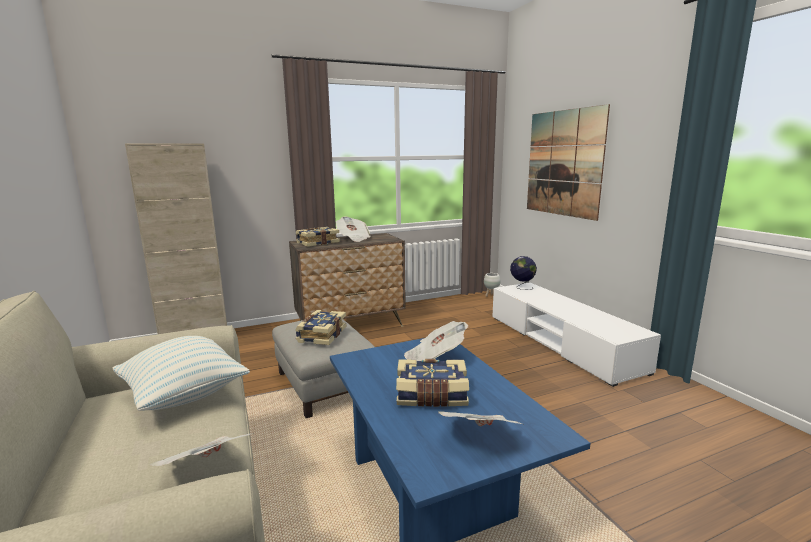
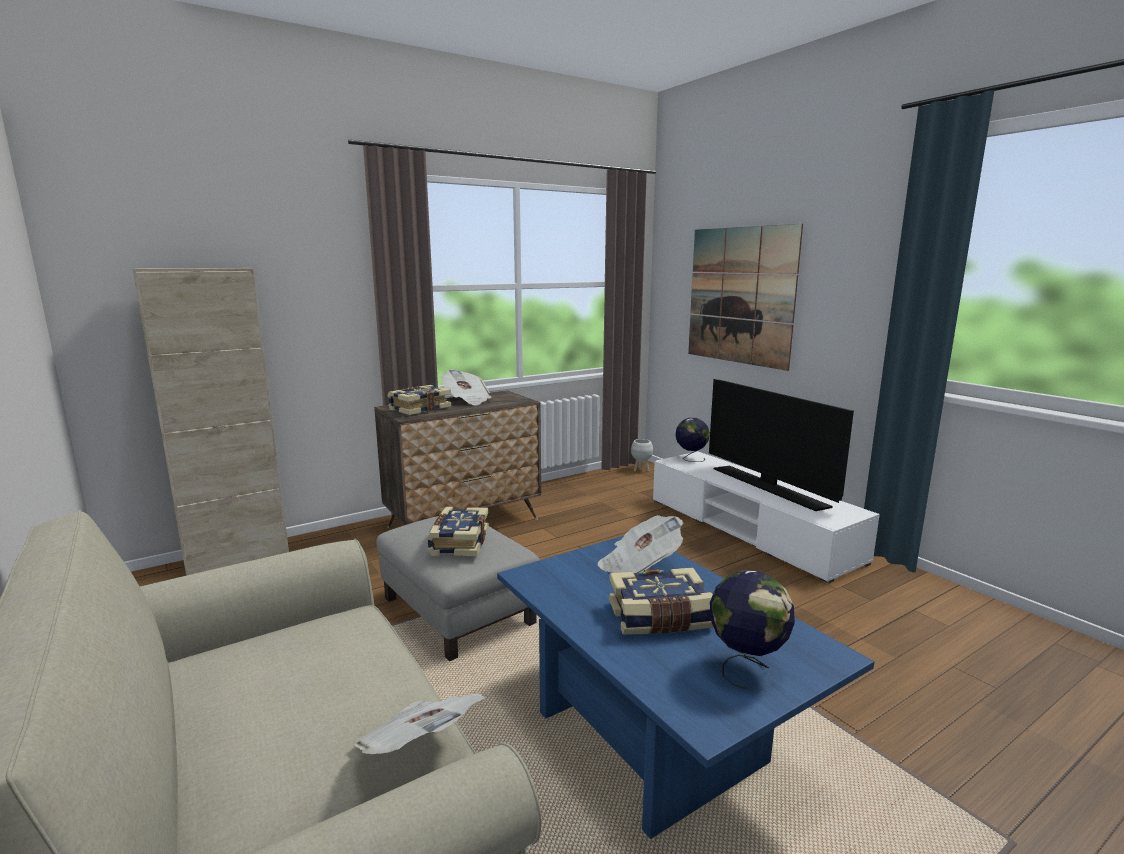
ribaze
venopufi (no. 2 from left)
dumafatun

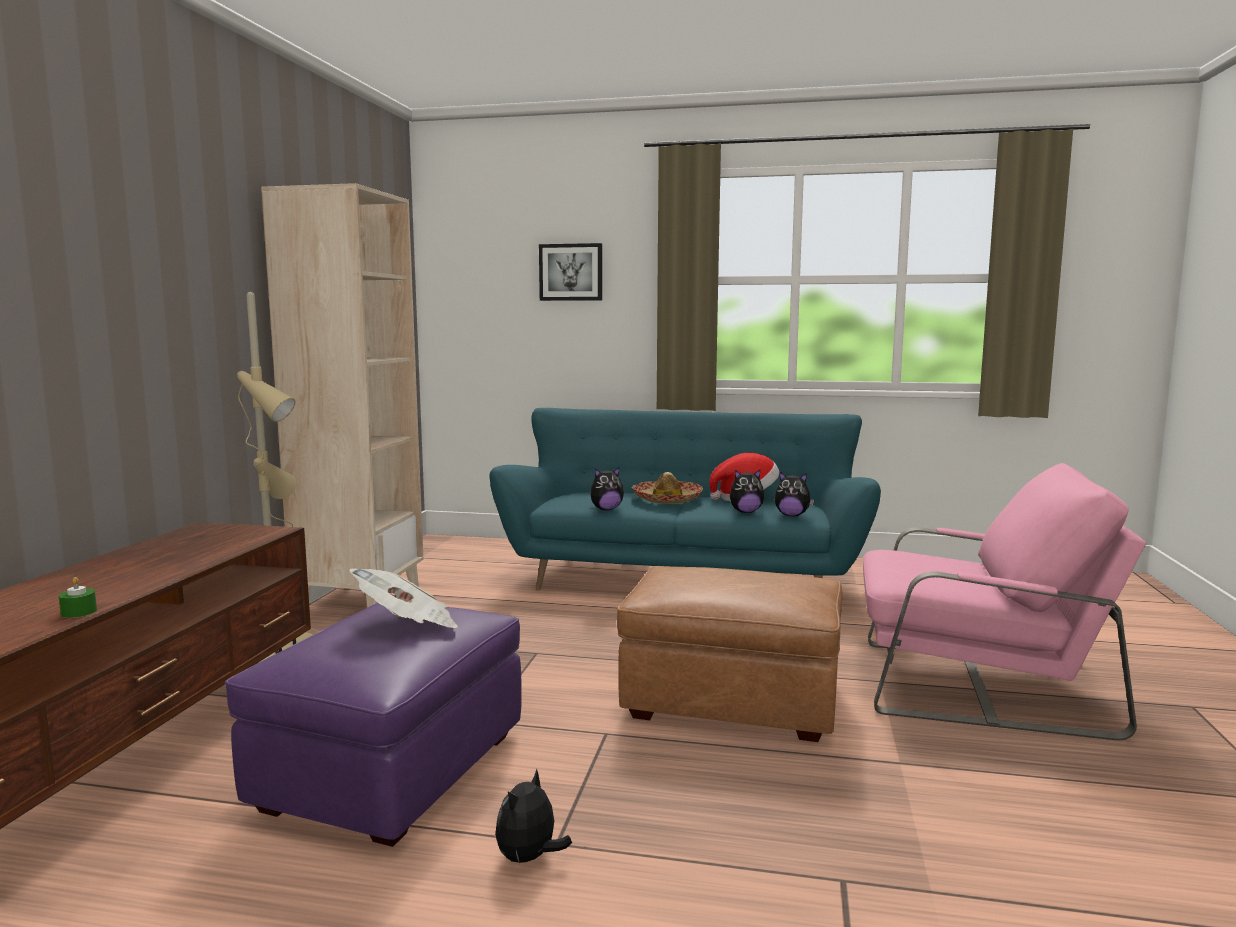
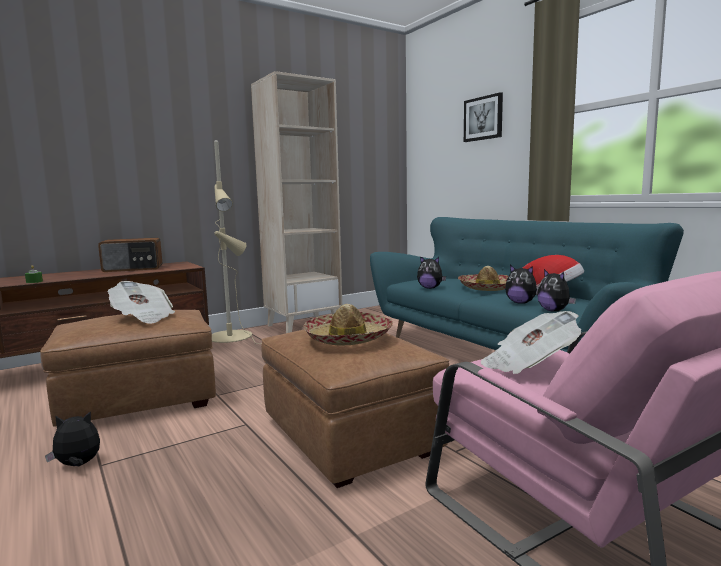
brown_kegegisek (no. 1 from left)
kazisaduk
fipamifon (no. 1 from left)
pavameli (no. 2 from left)

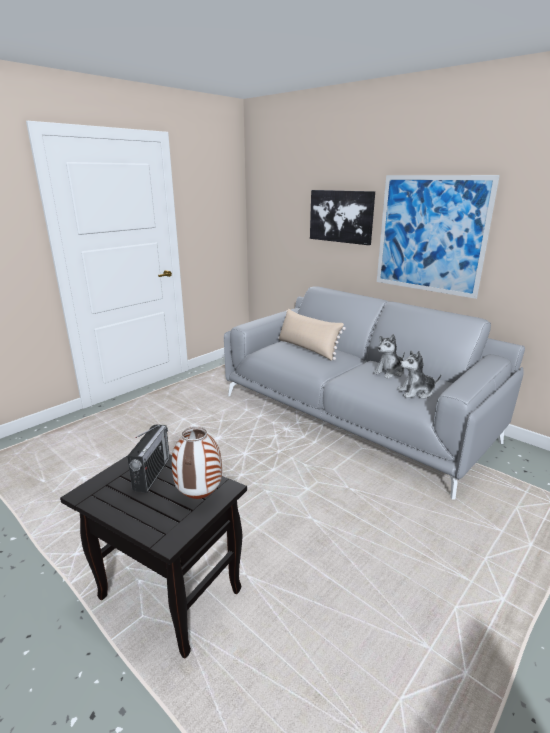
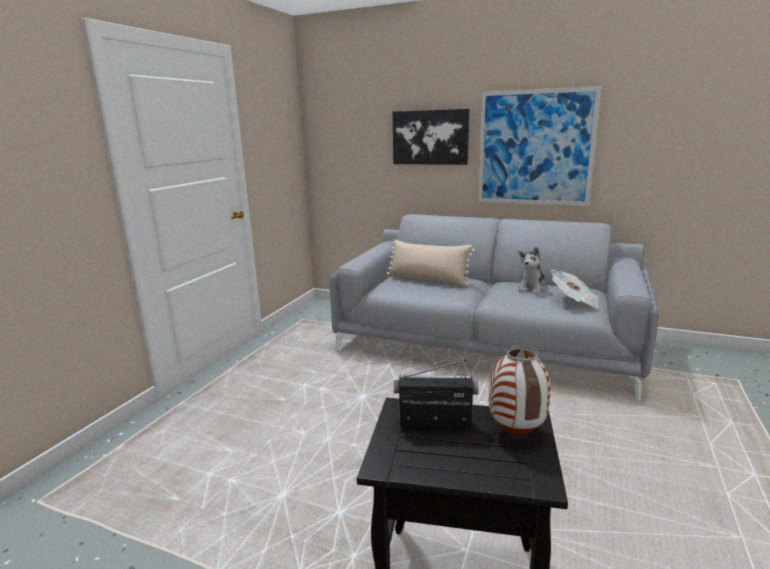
pavameli
kazisaduk

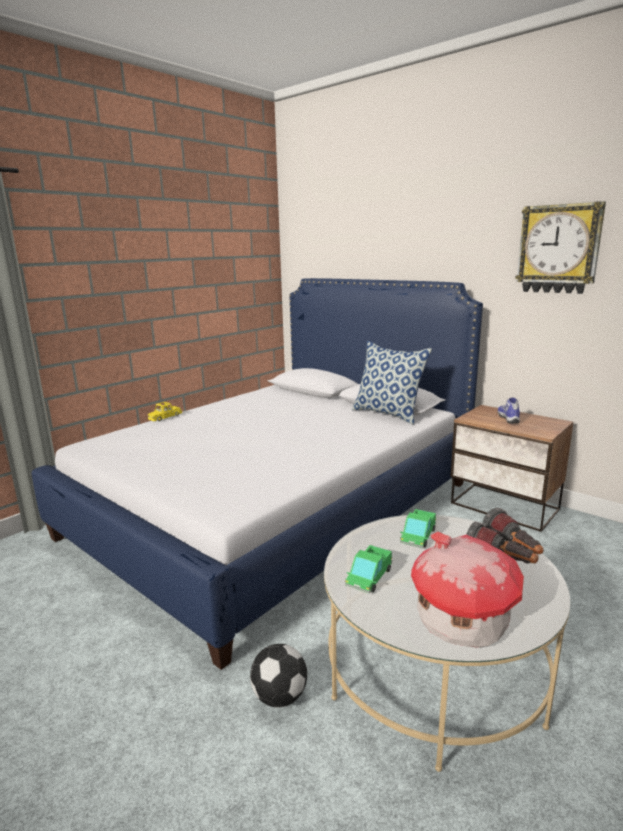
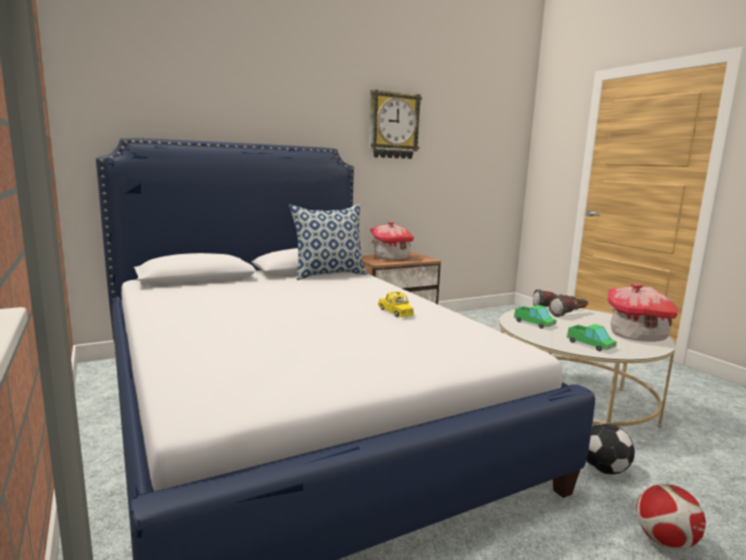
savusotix (no. 1 from left)
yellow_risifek
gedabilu (no. 2 from left)

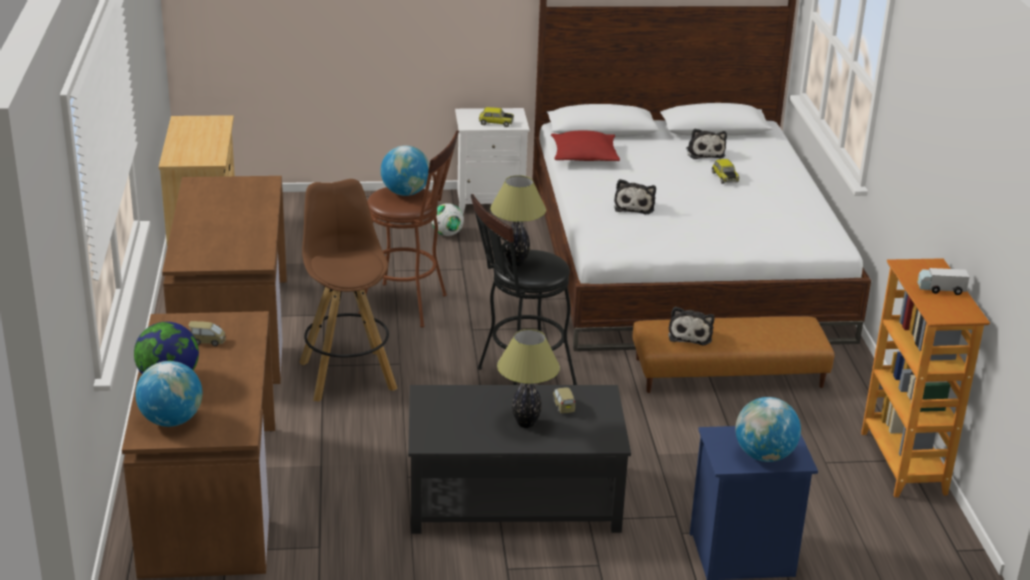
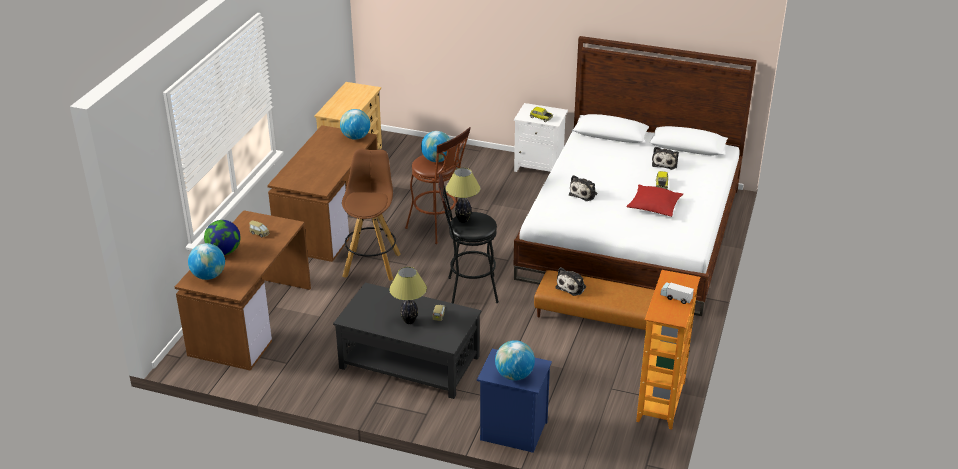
red_ribaze
gedabilu
venopufi (no. 3 from left)

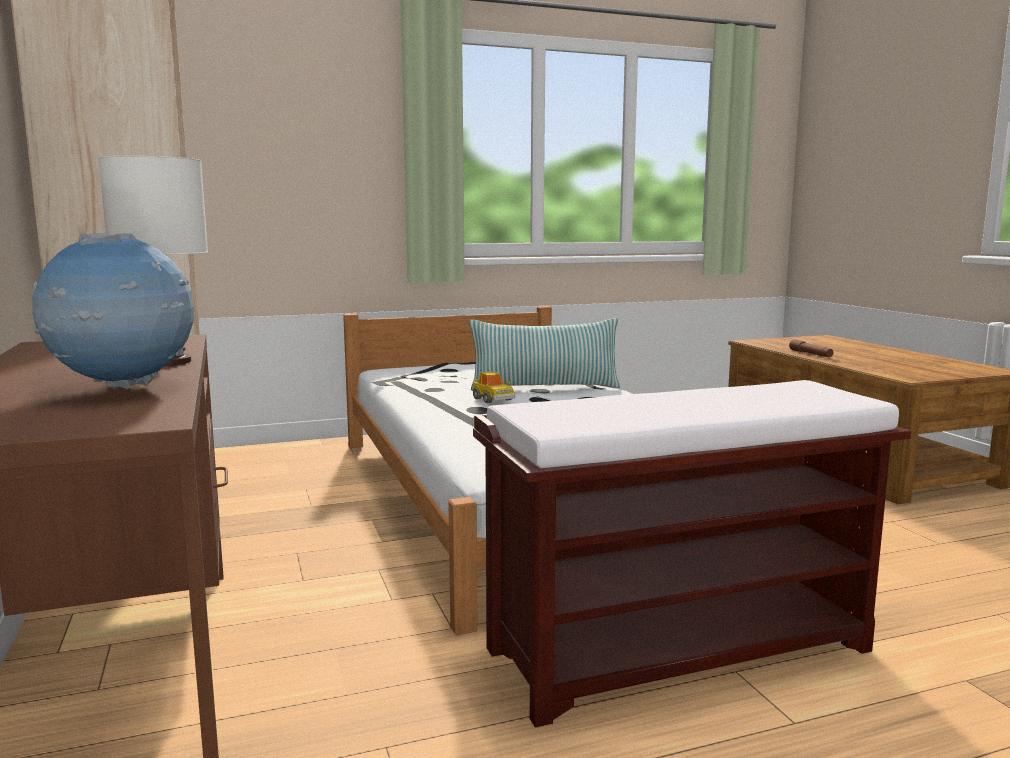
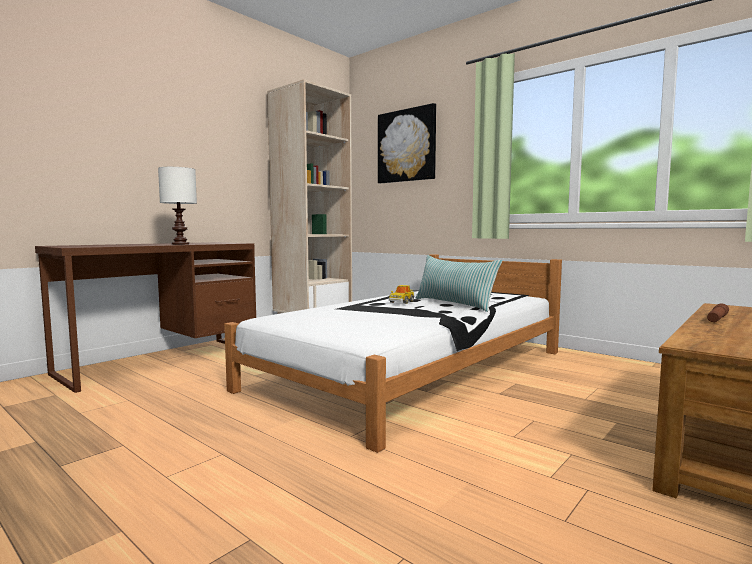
venopufi
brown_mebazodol
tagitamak

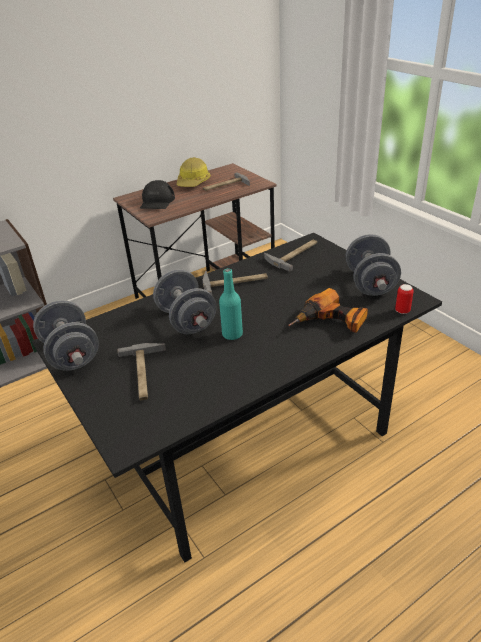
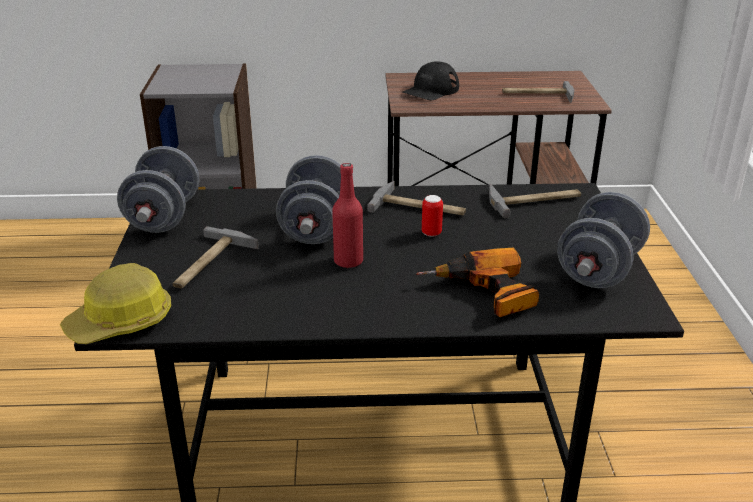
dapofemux
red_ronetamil
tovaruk

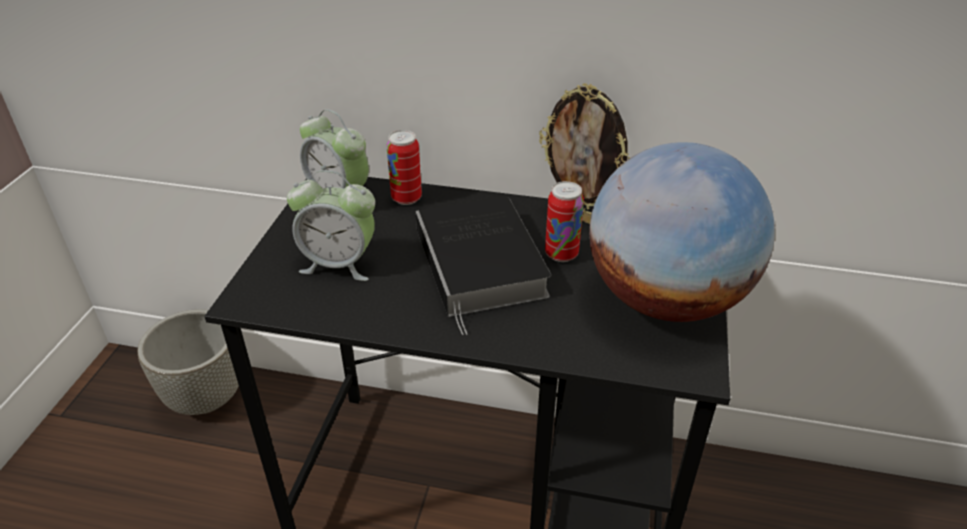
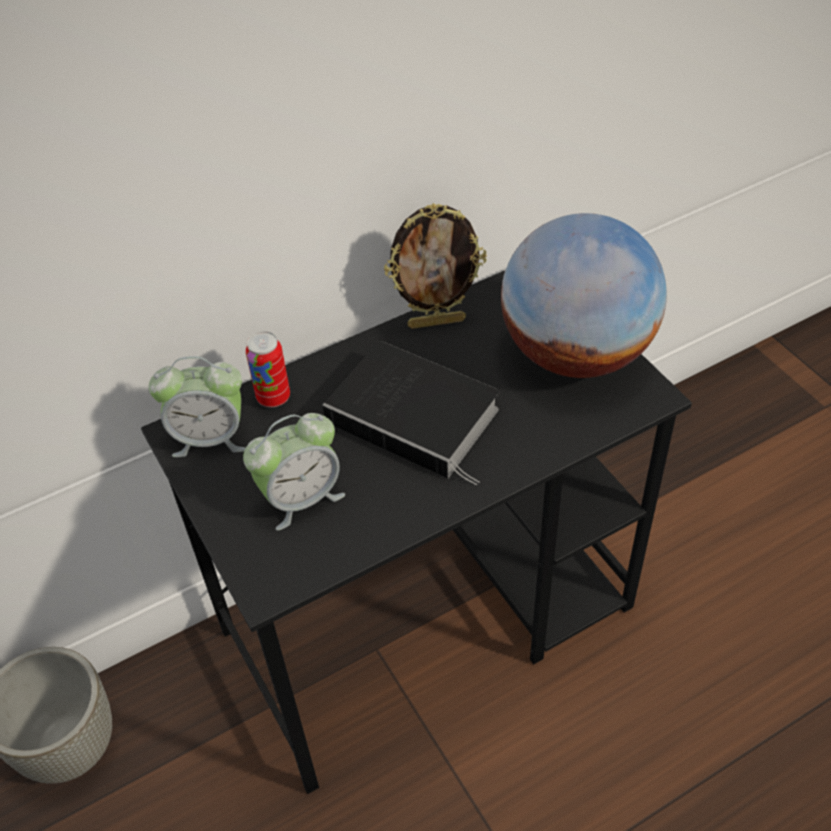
tovaruk (no. 2 from left in the first image)

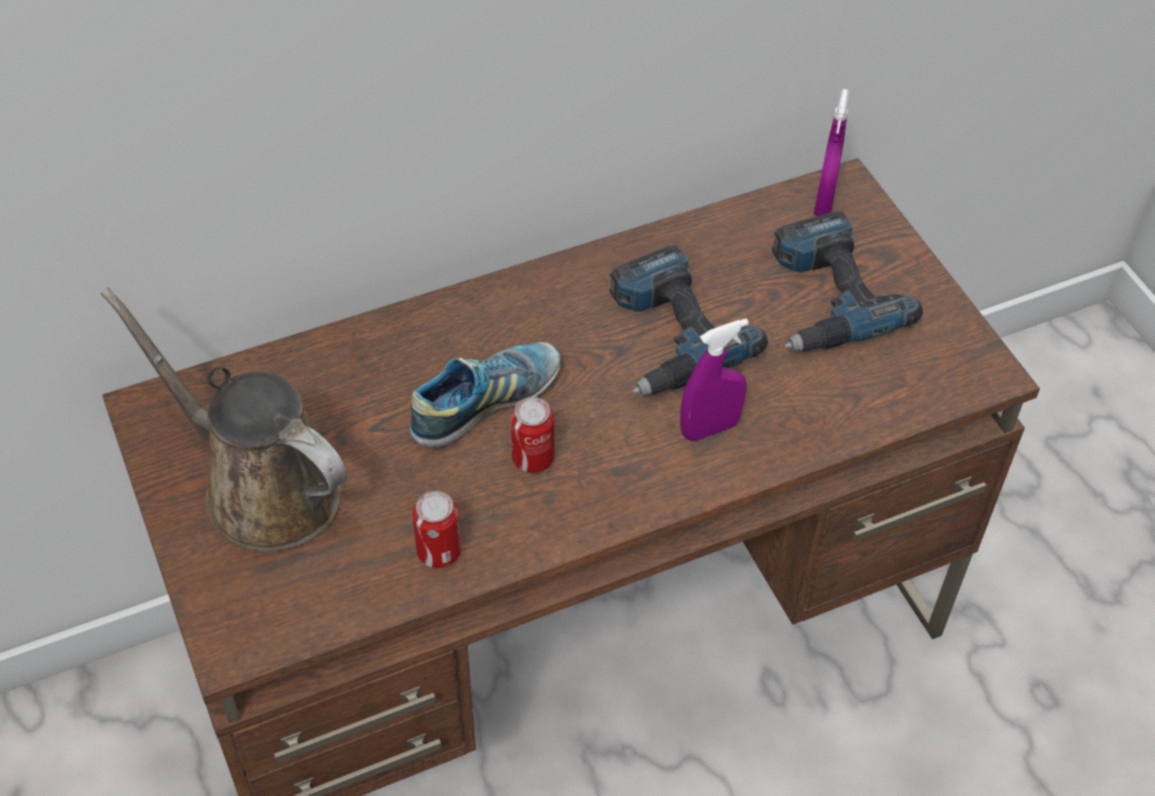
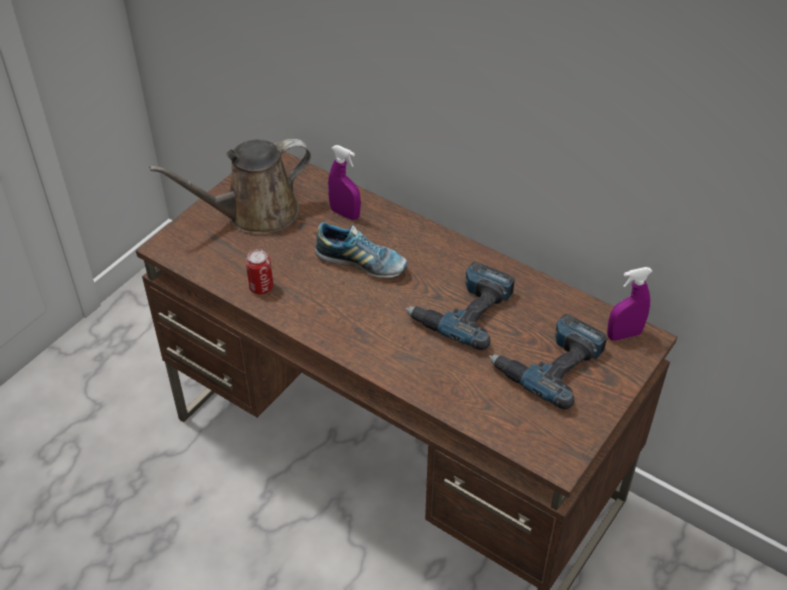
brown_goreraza
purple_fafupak (no. 1 from left)
tovaruk (no. 2 from left in the first image)

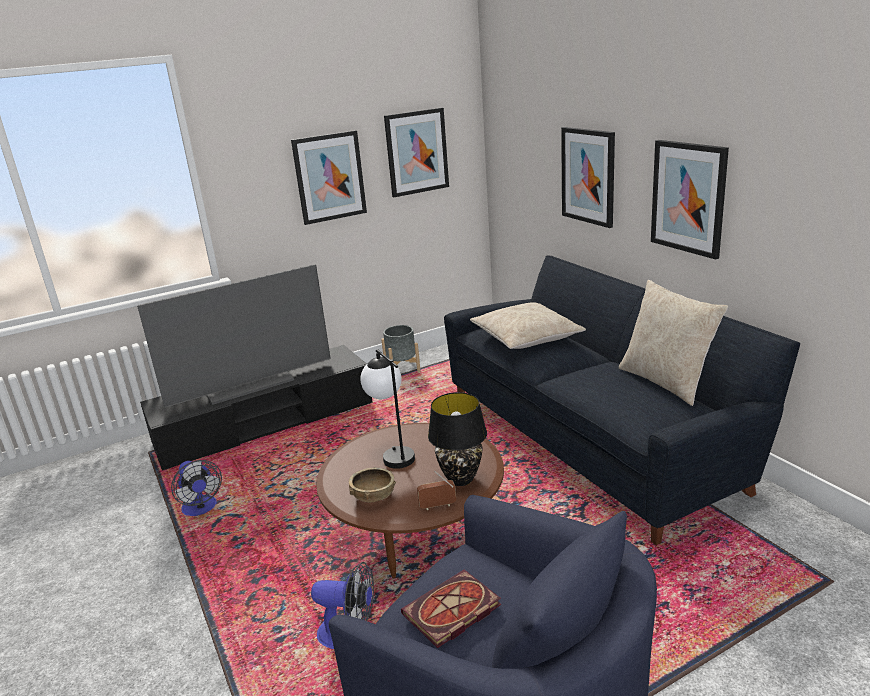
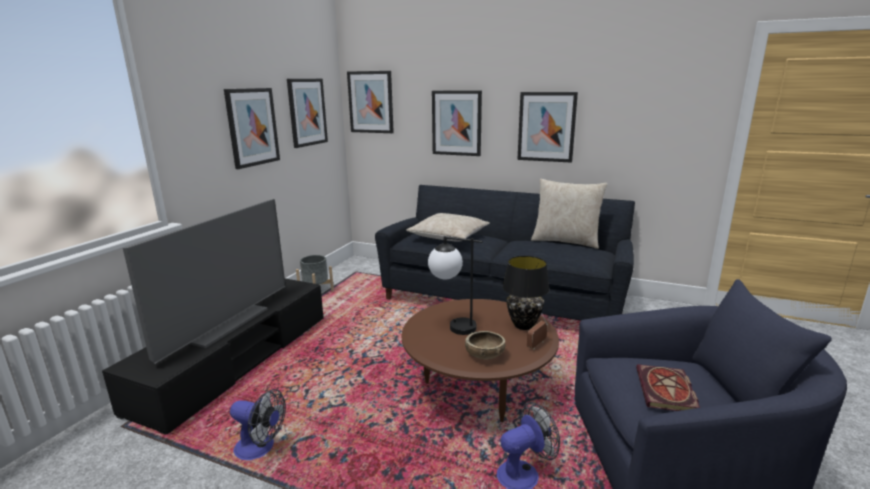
tagitamak (no. 3 from left)

